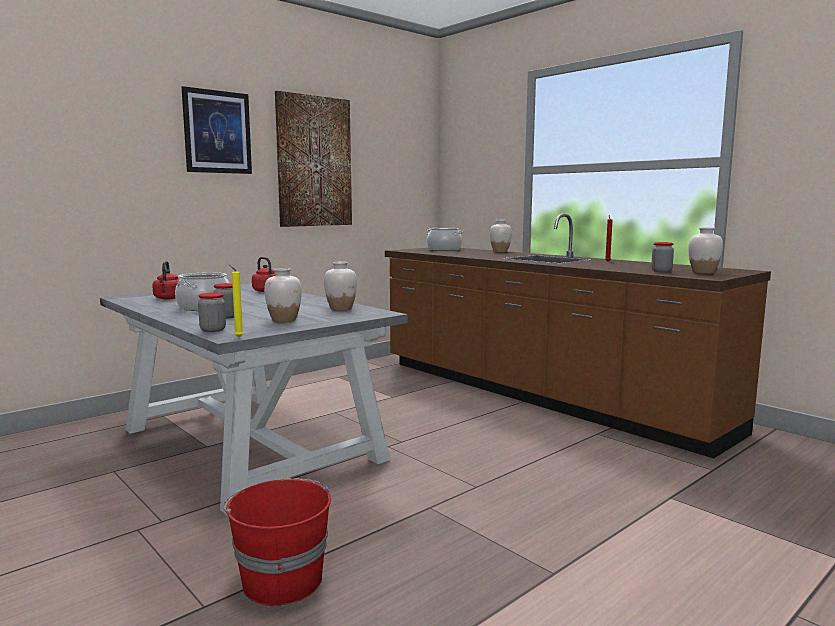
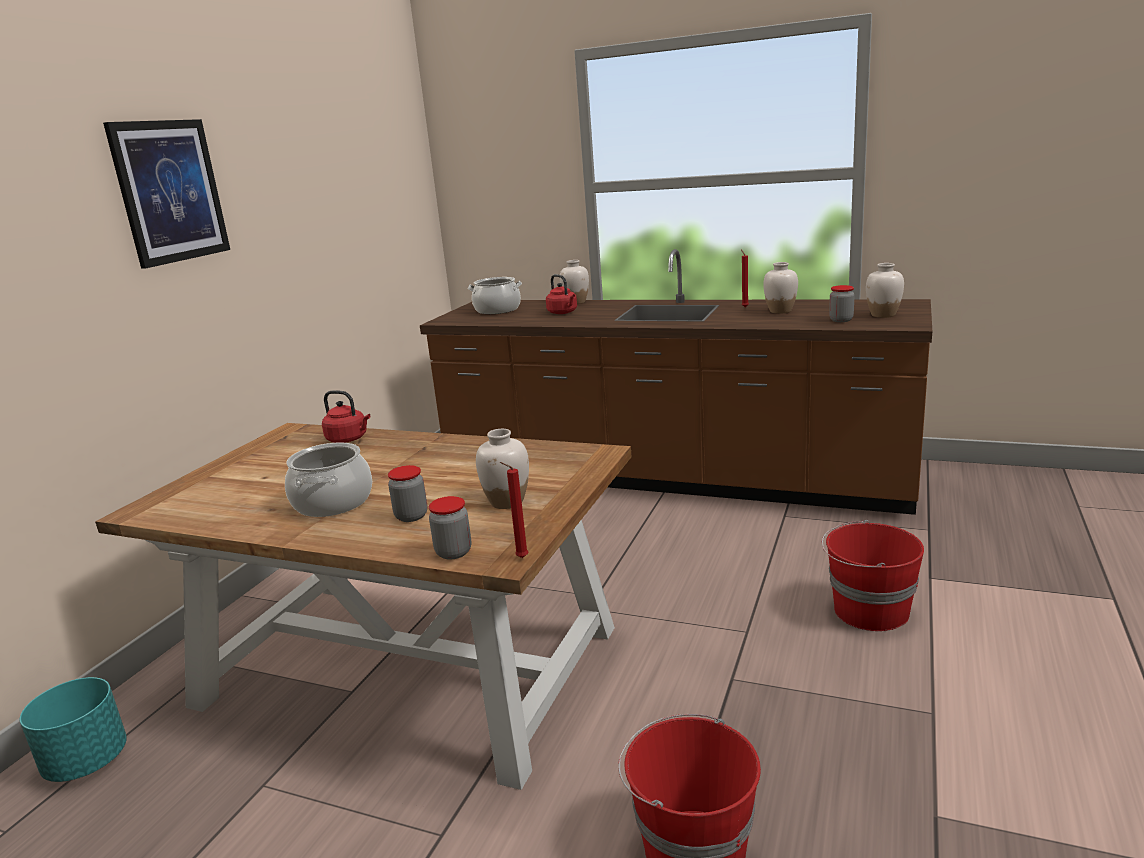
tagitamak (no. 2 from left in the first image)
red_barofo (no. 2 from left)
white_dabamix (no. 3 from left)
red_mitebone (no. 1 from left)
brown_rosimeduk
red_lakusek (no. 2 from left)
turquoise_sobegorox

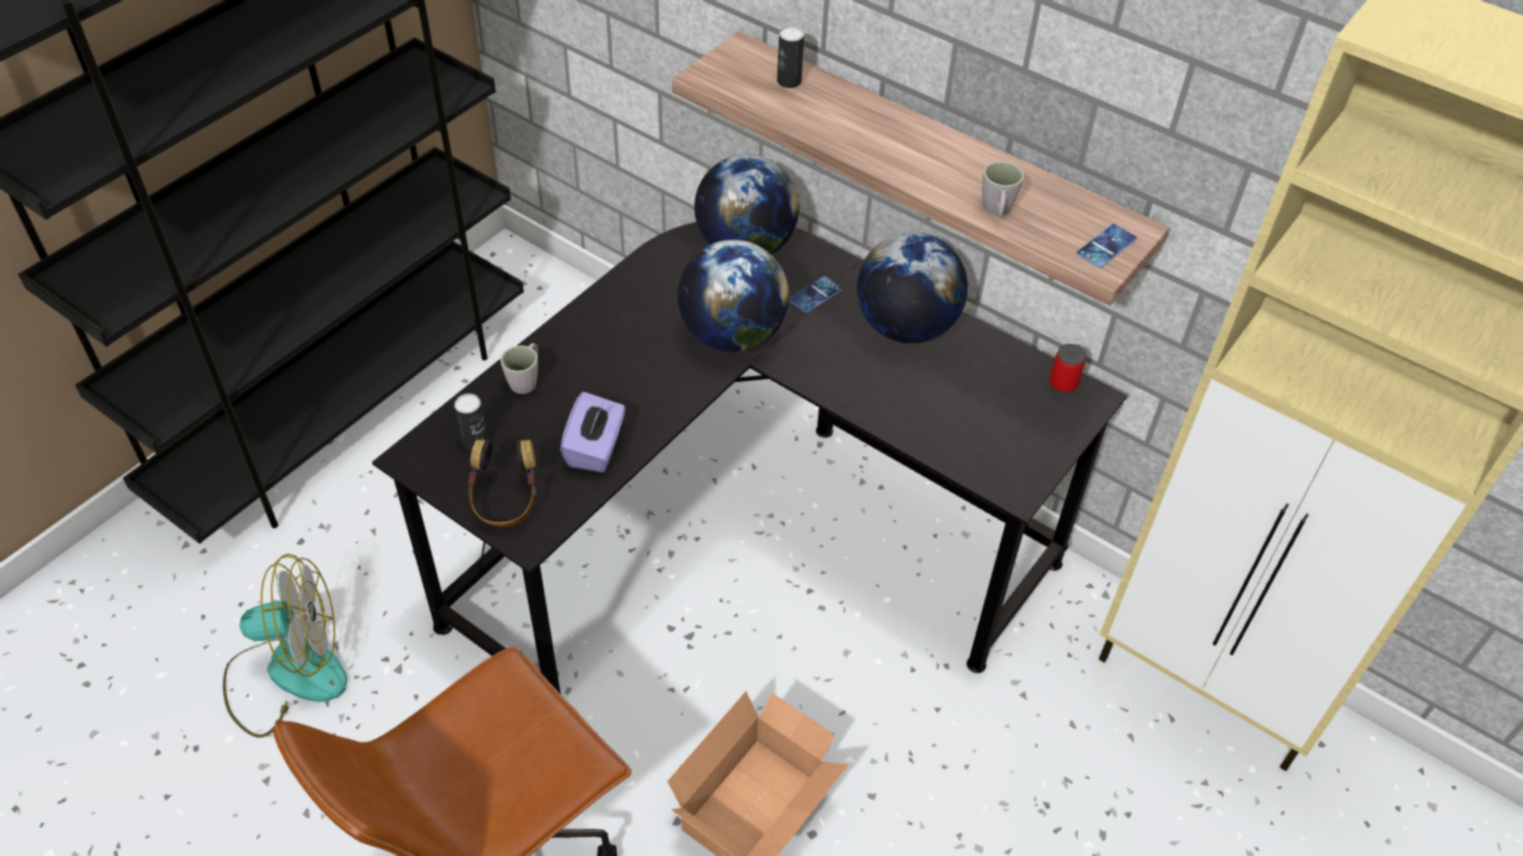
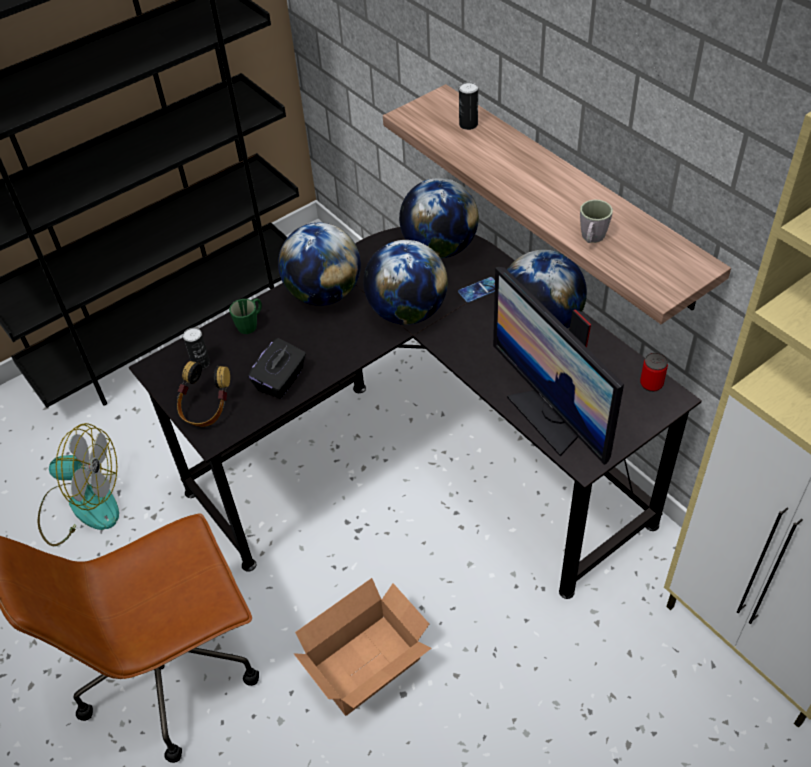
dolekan (no. 2 from left in the first image)
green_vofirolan
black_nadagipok
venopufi (no. 1 from left)
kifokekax

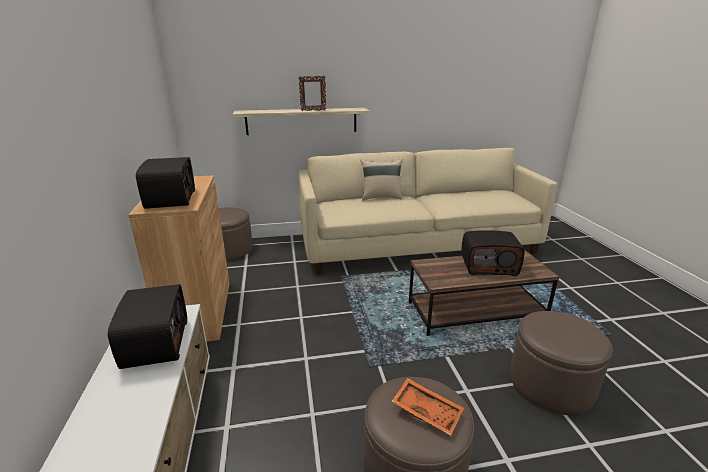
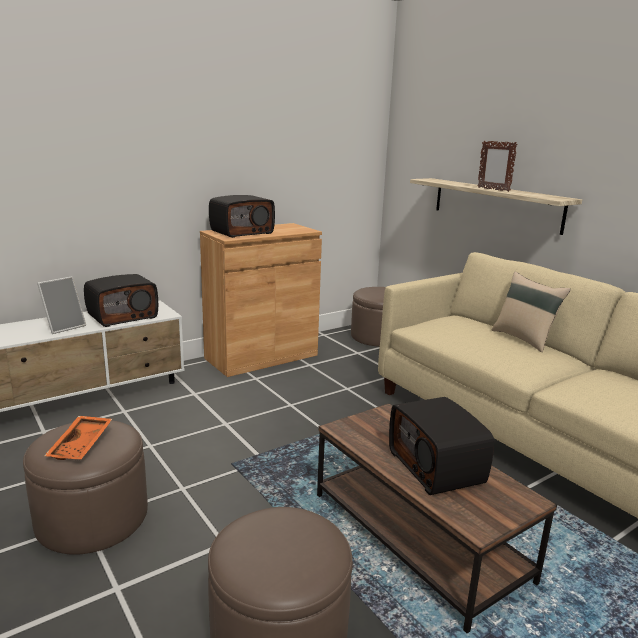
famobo (no. 1 from left)

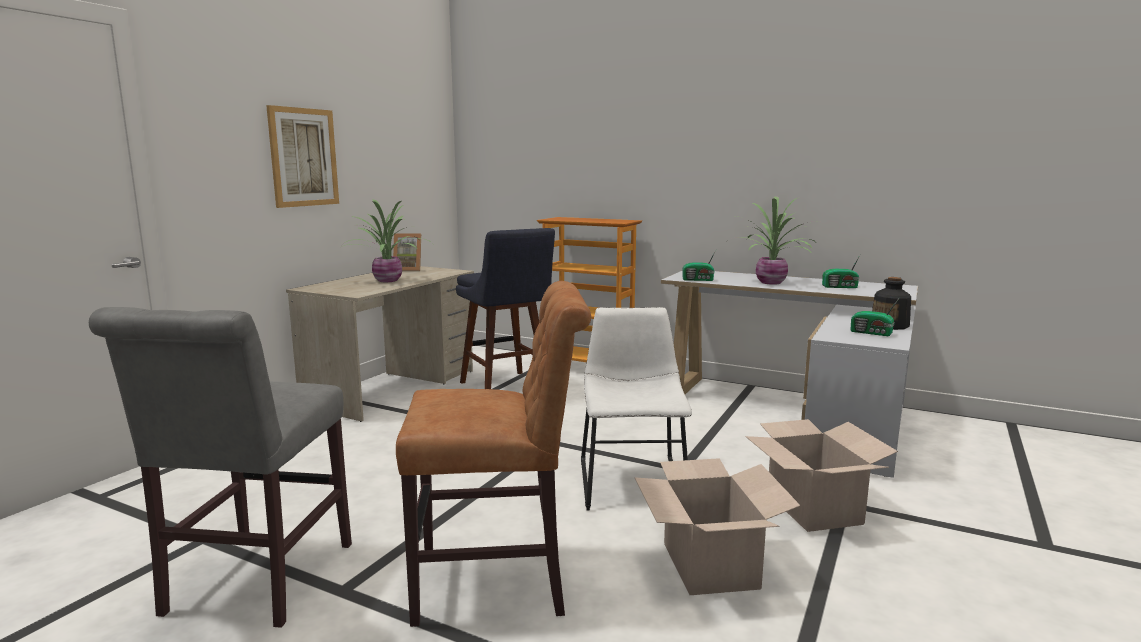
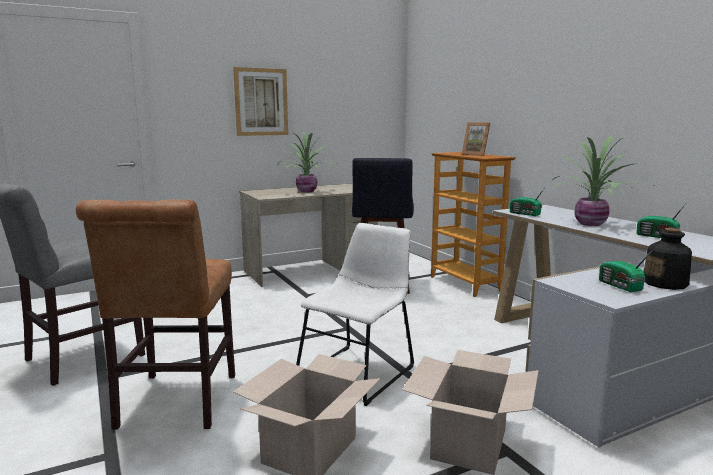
famobo
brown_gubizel

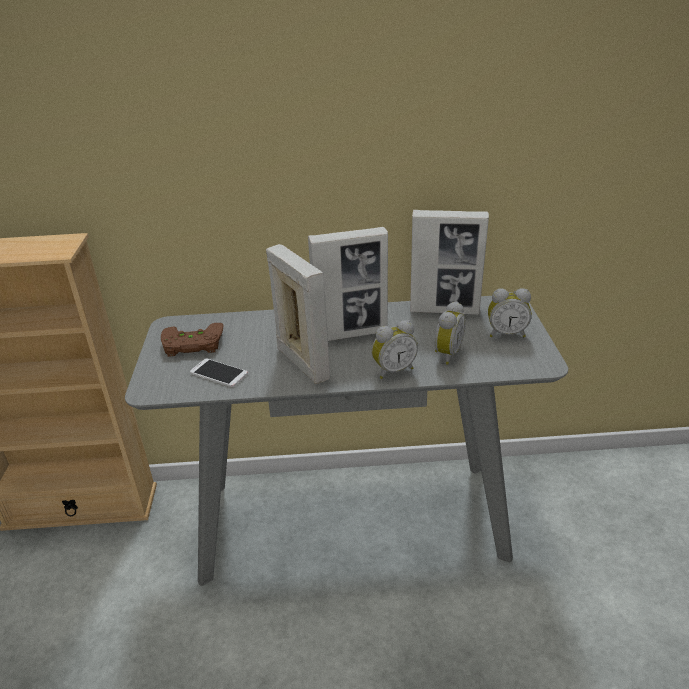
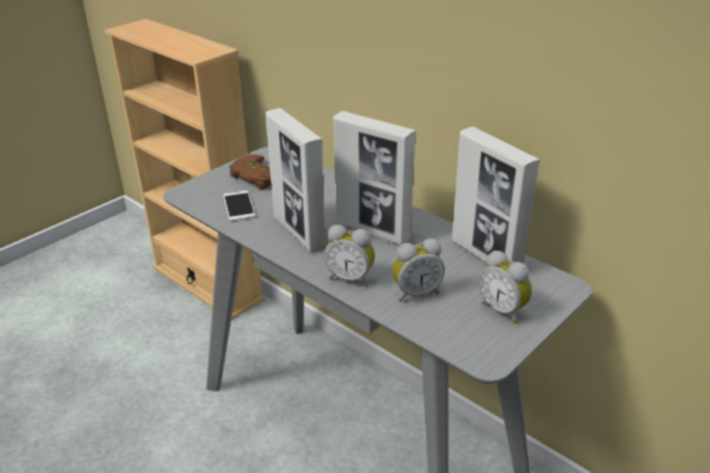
famobo (no. 1 from left)

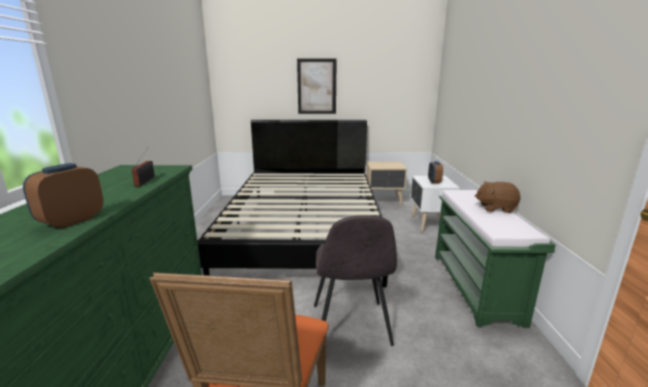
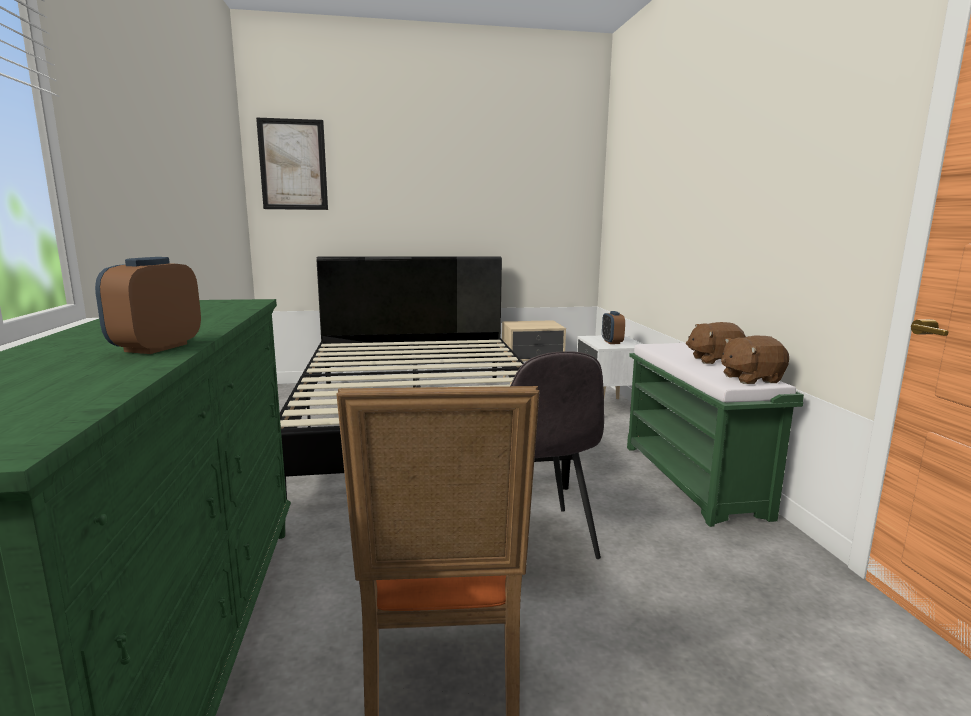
tagitamak
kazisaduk
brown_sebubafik (no. 2 from left)

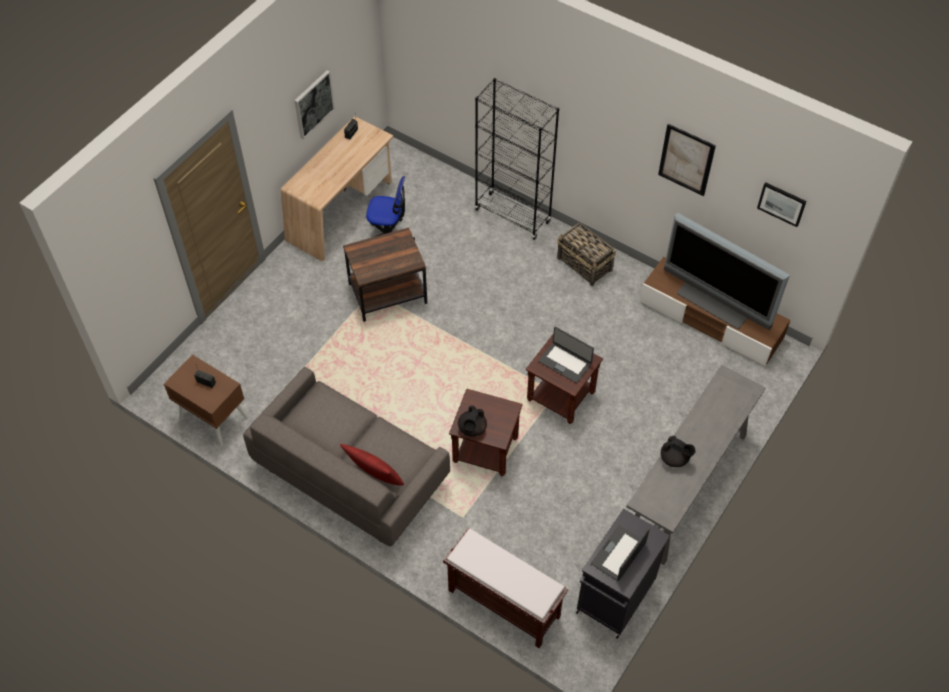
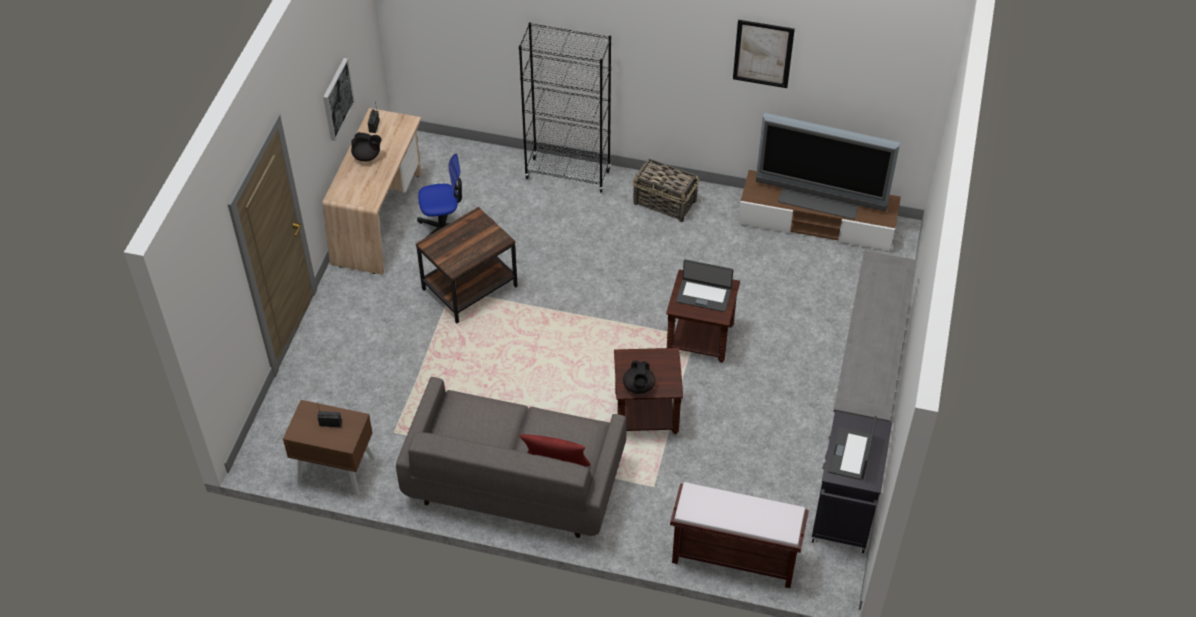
tagitamak (no. 3 from left in the first image)
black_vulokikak (no. 1 from left)

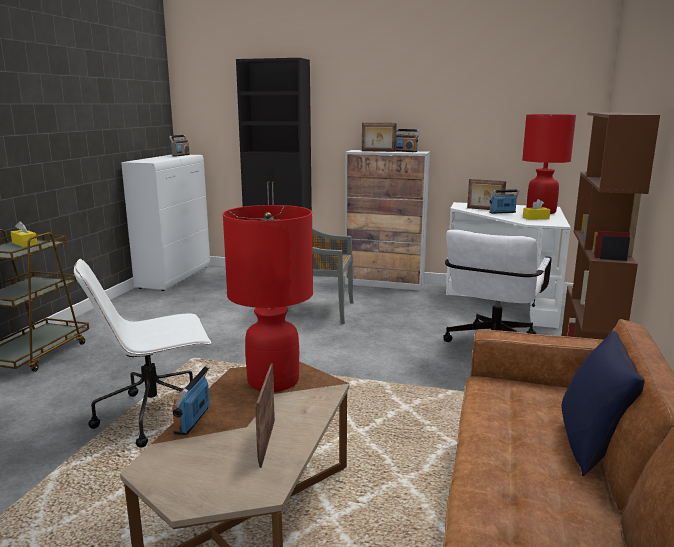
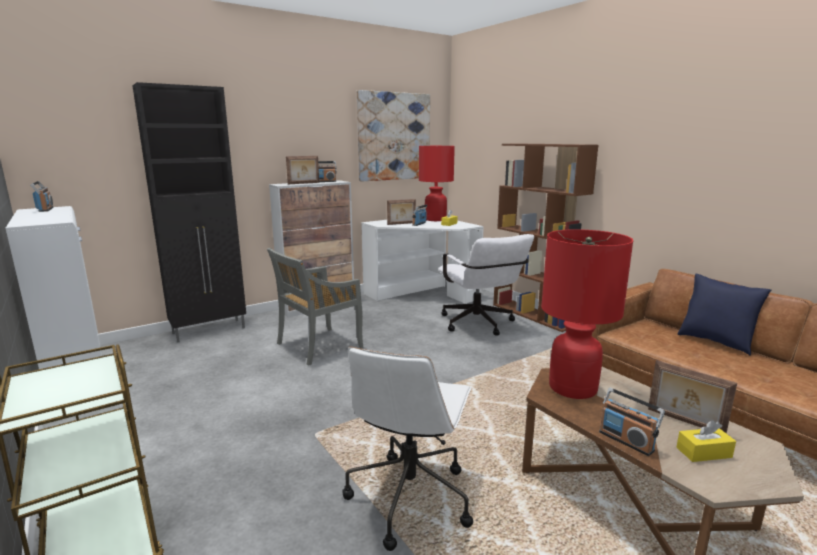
yellow_nadagipok (no. 2 from left)
tagitamak

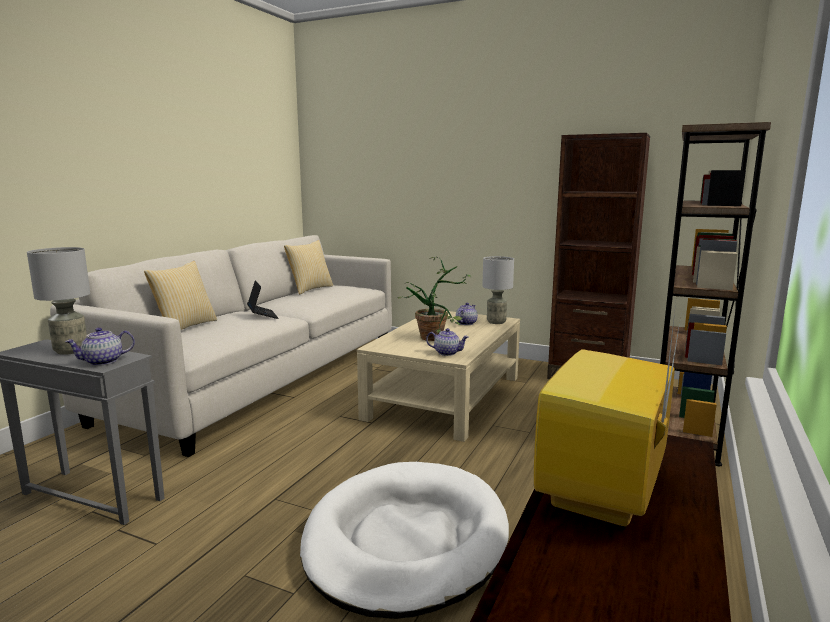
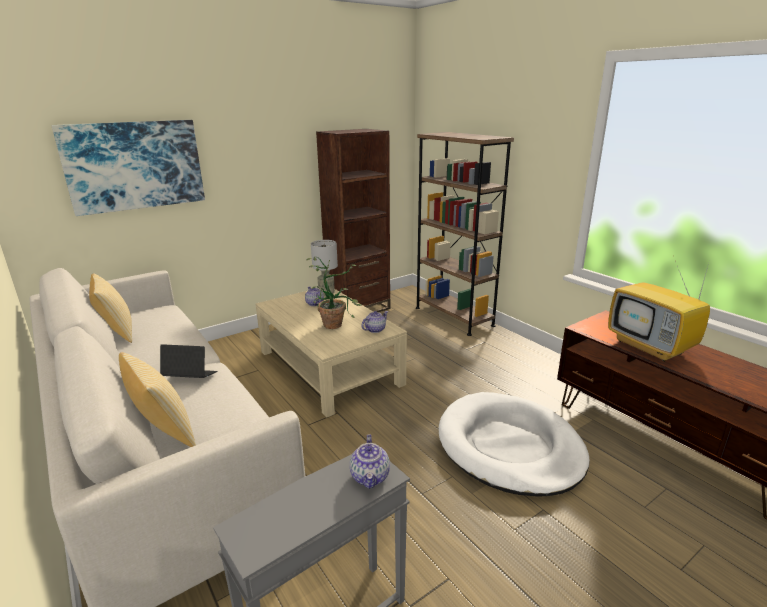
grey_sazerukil (no. 1 from left in the first image)
tagitamak

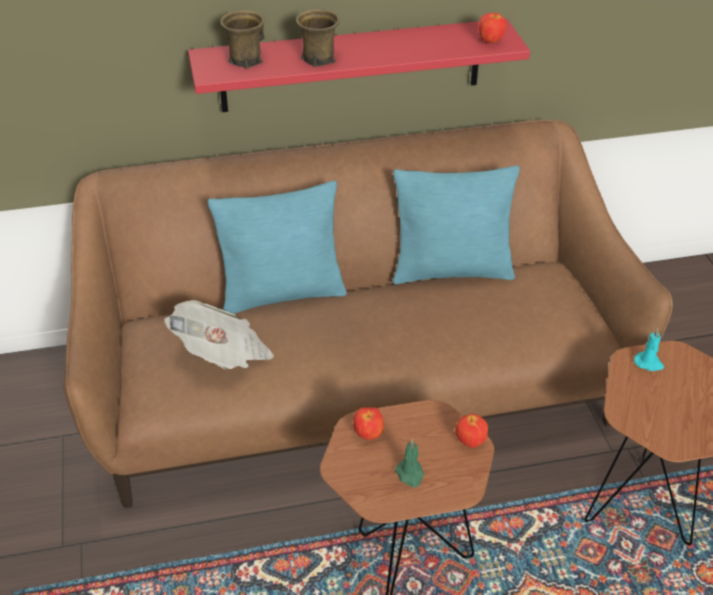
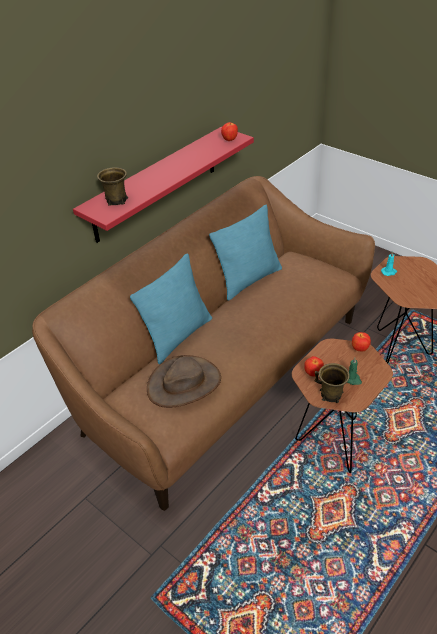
brown_vofirolan (no. 2 from left)
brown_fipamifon

